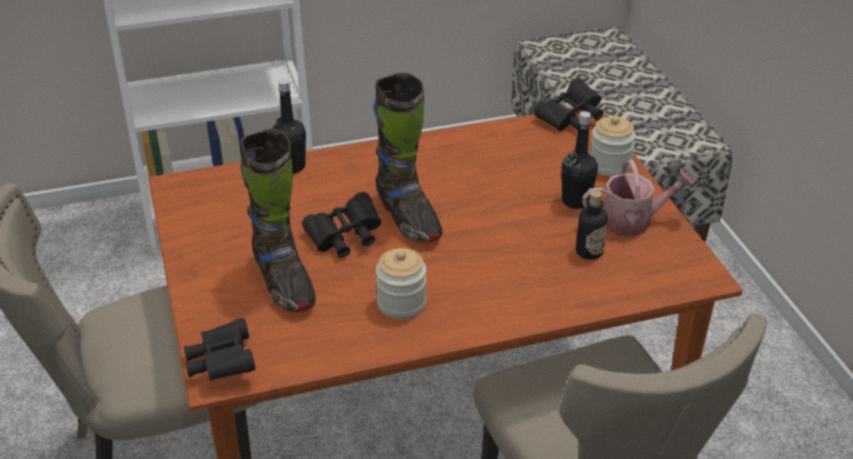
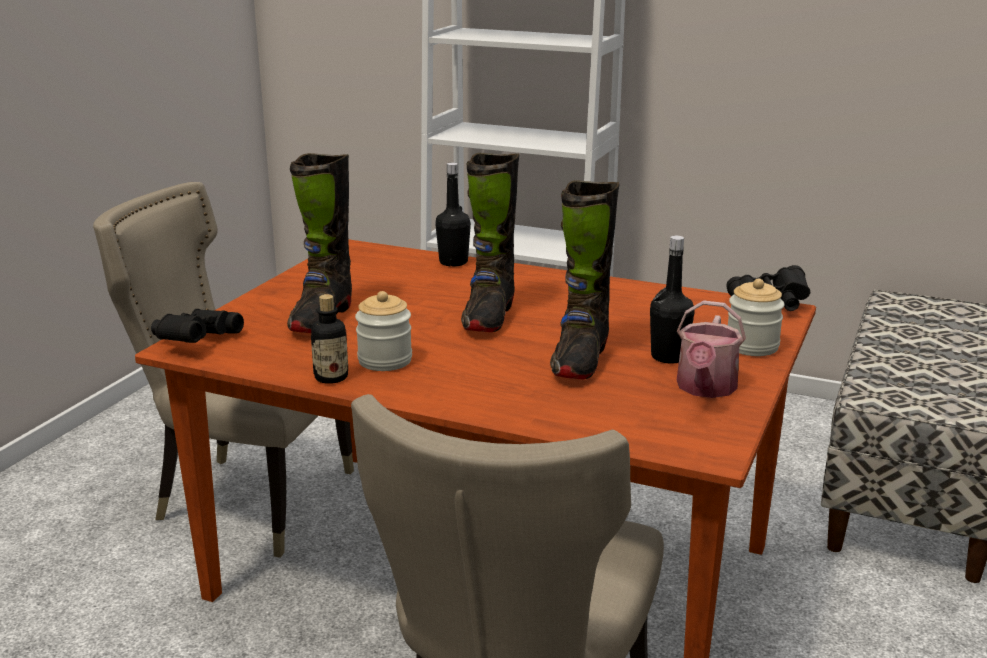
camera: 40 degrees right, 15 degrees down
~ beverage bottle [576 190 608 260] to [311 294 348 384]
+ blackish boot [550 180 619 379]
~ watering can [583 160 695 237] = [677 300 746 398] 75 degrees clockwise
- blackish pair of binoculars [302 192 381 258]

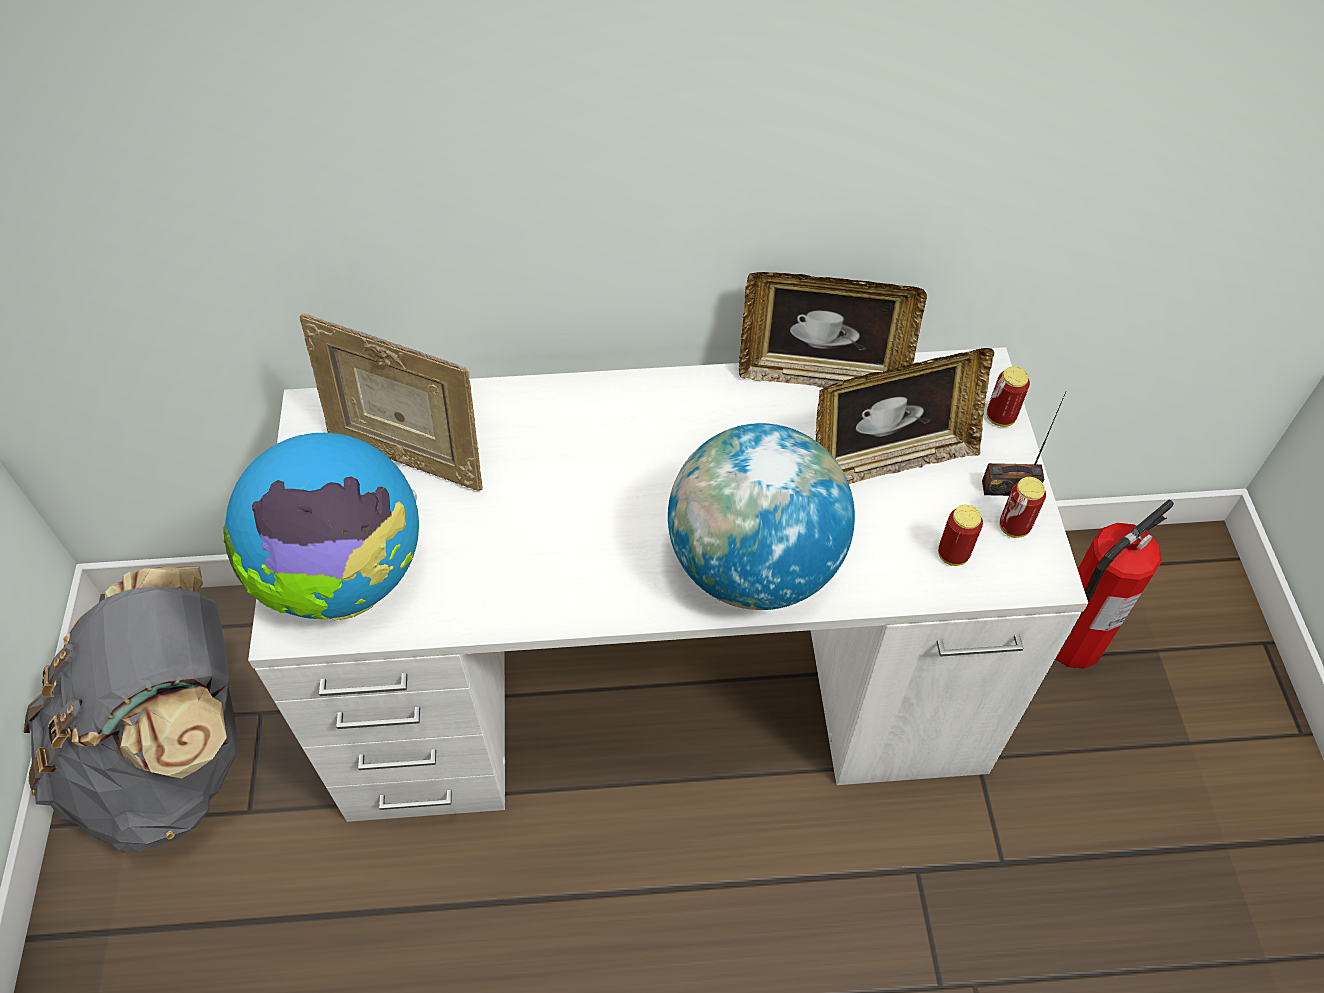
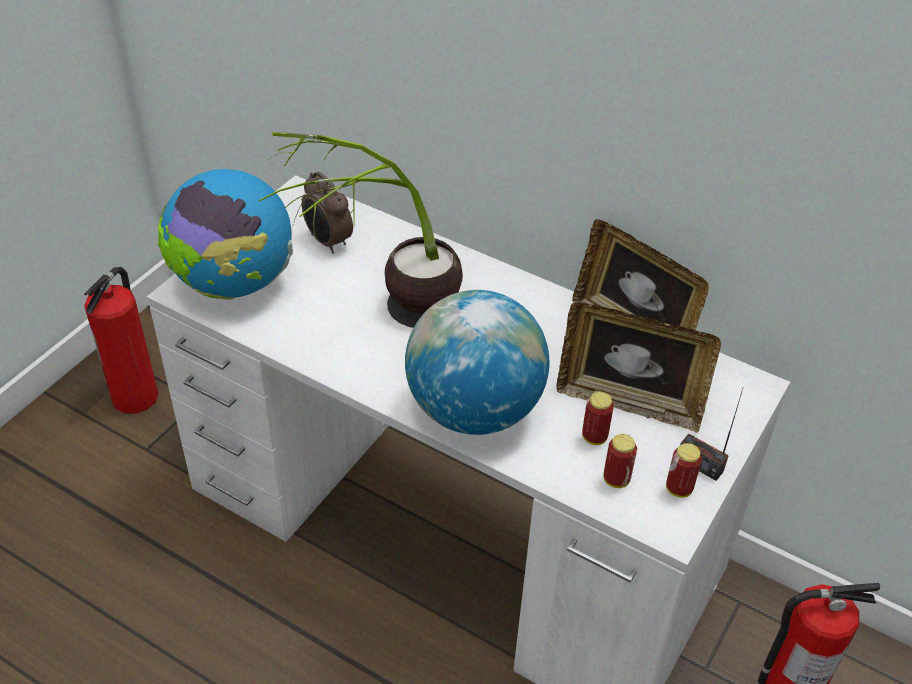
camera: 35 degrees right, 10 degrees down
~ gray rucksack [24 566 238 853] to fire extinguisher [84 267 158 414]
+ potted plant [258 132 463 328]
~ photo frame [299 314 483 491] to alarm clock [302 172 353 254]
~ sealed can [987 366 1030 427] to [582 392 614 445]

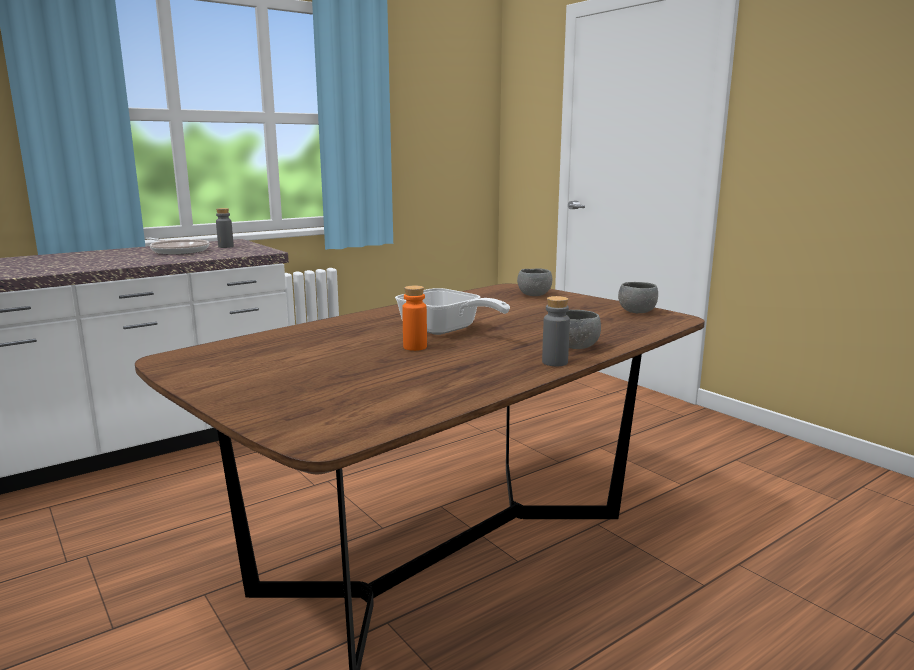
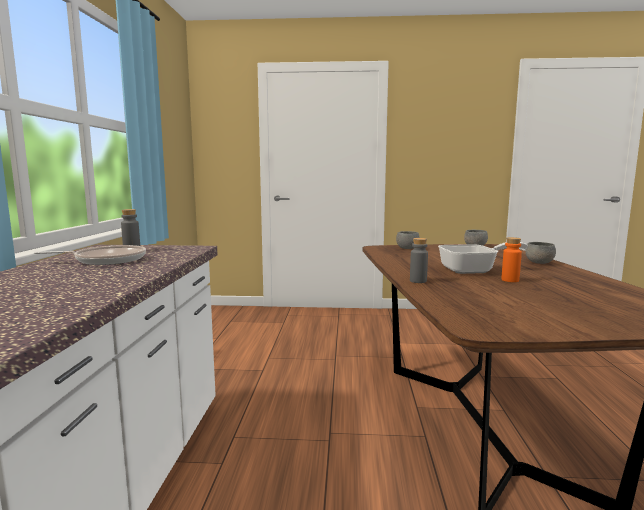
camera: 50 degrees left, 5 degrees down
~ gray beverage bottle [542 296 570 366] to [410 238 428 283]

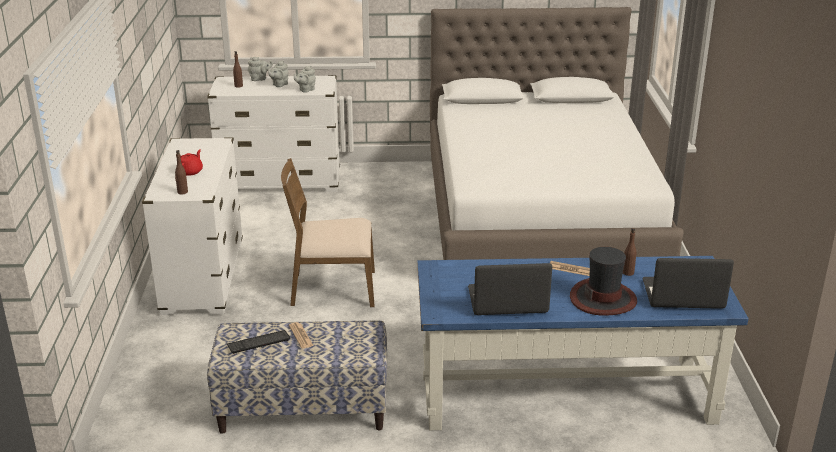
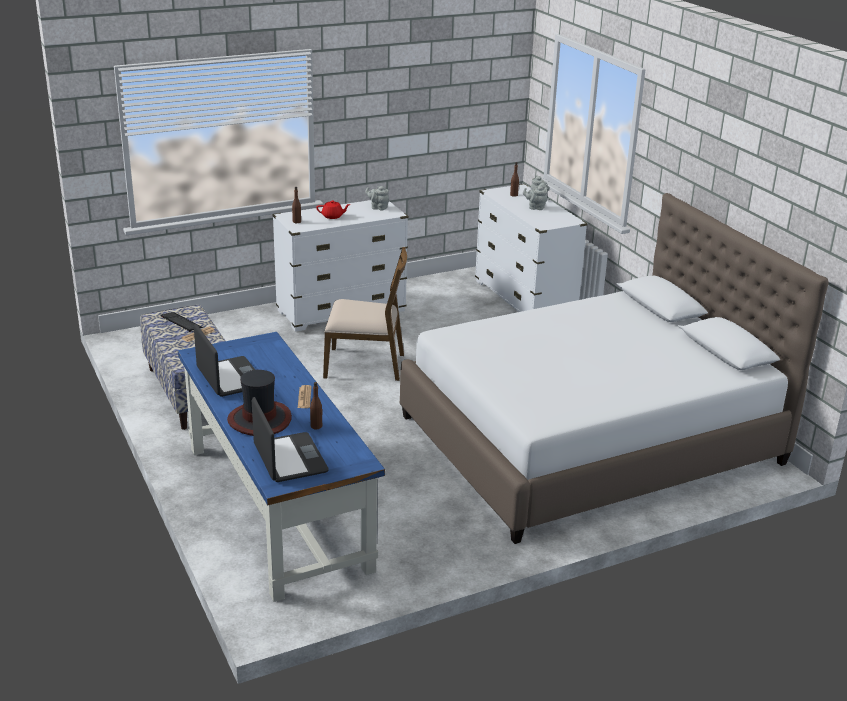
camera: 65 degrees right, 0 degrees up
~ brownish plain chair [281 158 375 307] = [323 247 407 381] 120 degrees clockwise
~ gray teapot [294 66 316 93] to [365 186 389 211]

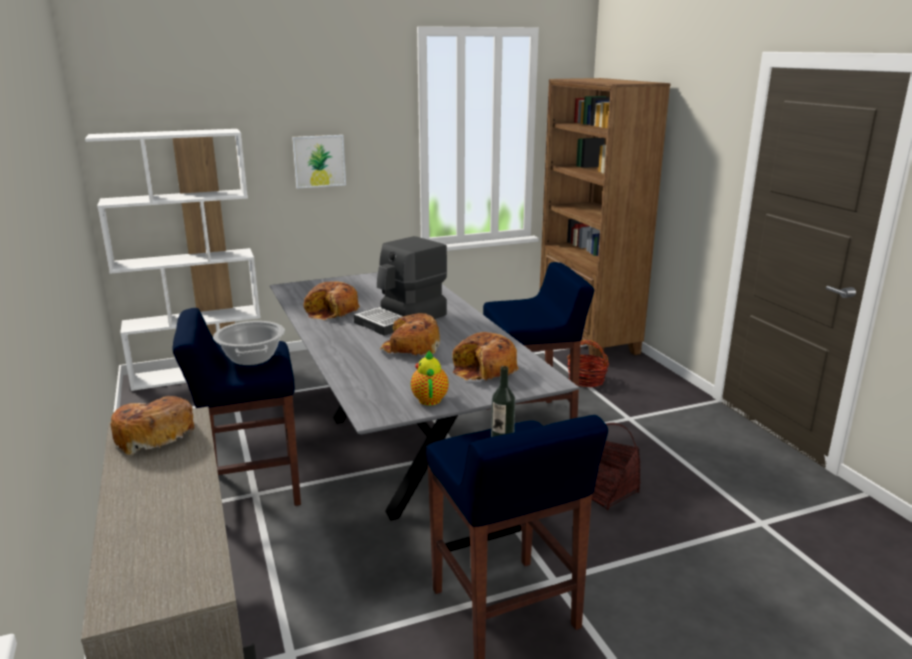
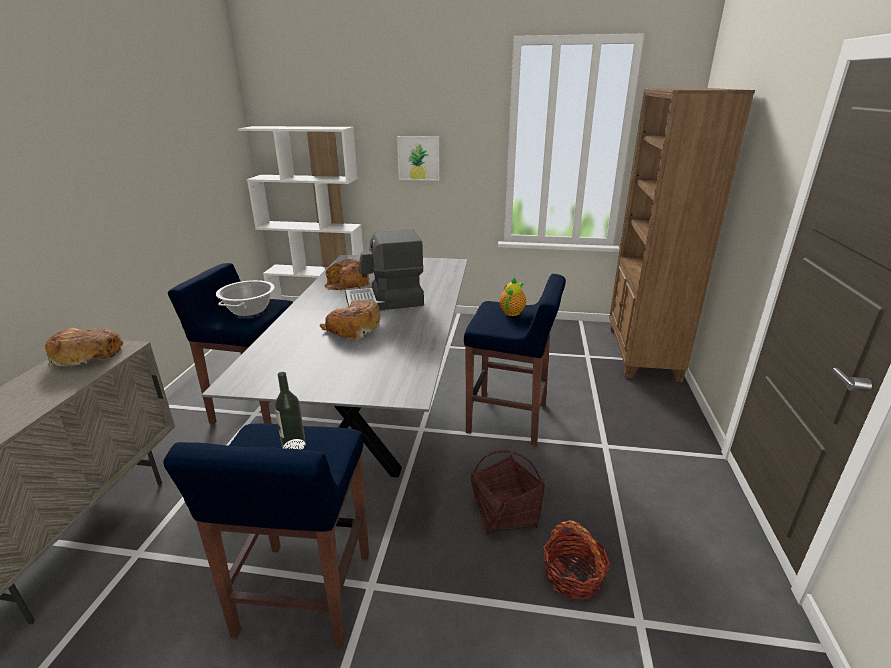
camera: 30 degrees right, 5 degrees up
~ teapot [411 350 449 406] to [499 277 526 316]
~ basket [567 340 609 387] to [543 520 610 599]
- bakery bread [453 332 519 380]

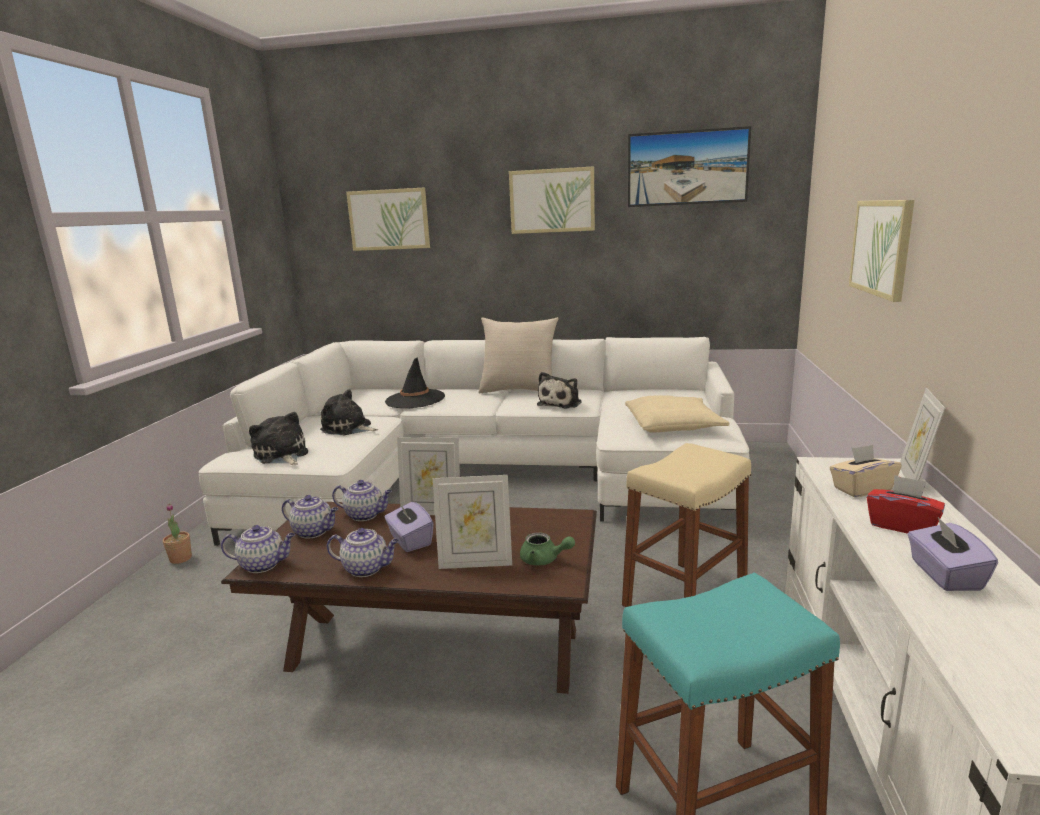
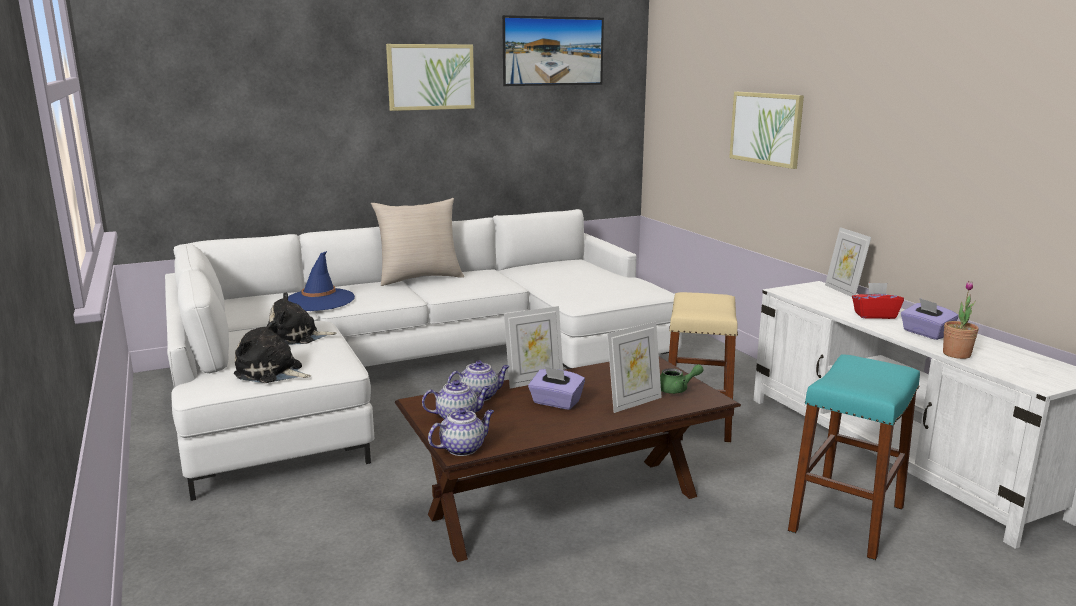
camera: 35 degrees left, 0 degrees up
~ blackish wearable hat [385 357 445 408] to blue-coloured wearable hat [288 251 355 311]
~ potted plant [163 503 192 564] to [943 281 979 359]
- teapot [327 528 399 577]
- picture [346 188 430 251]
- cuddly toy [537 372 582 409]
- beige pillow [625 396 730 433]
- beige tissue box [830 445 902 497]

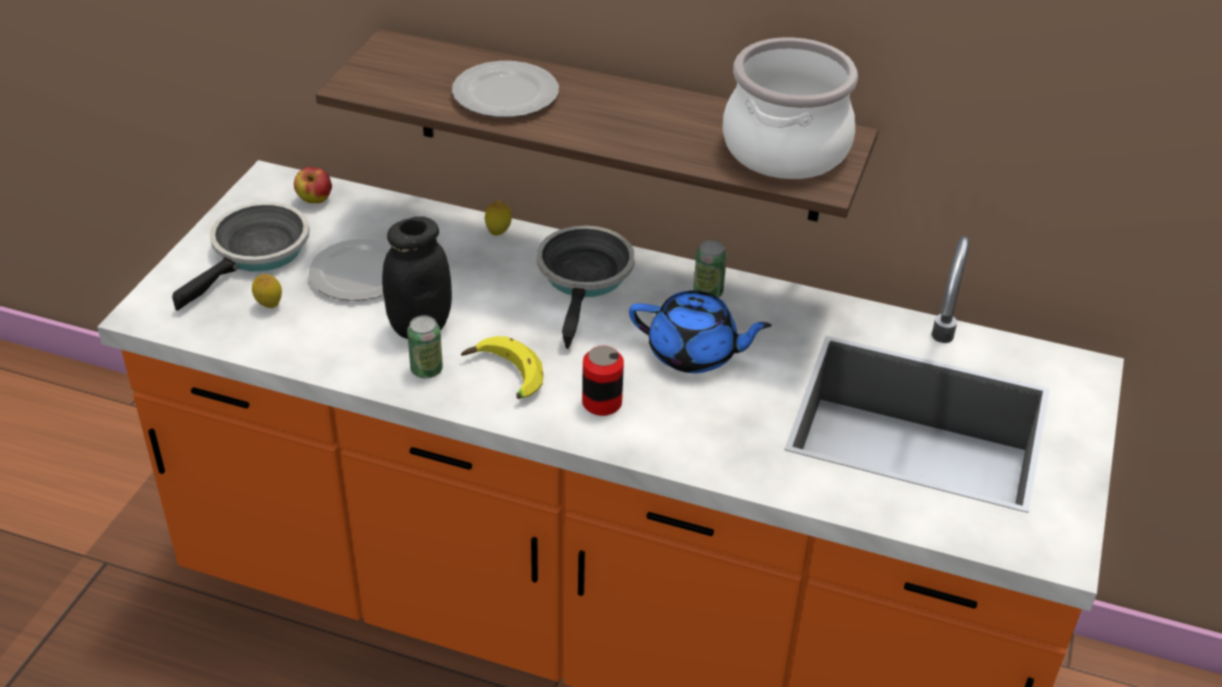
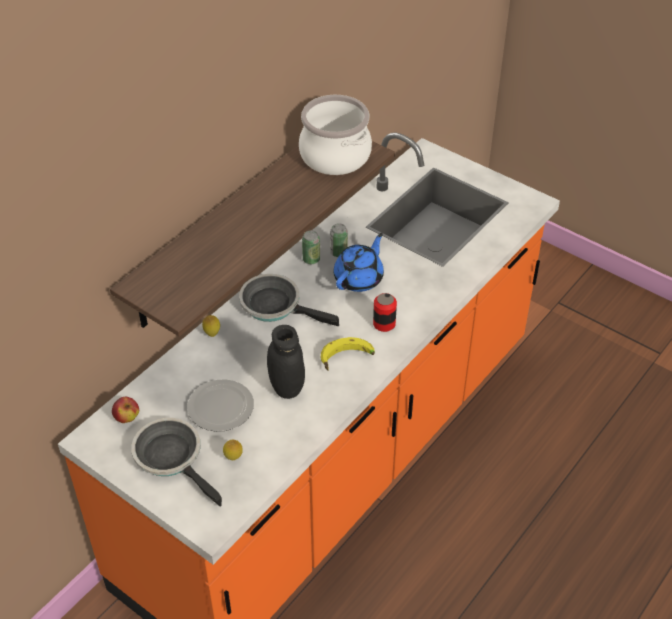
camera: 70 degrees left, 5 degrees up
~ sealed can [407 315 443 378] to [330 223 348 257]
- flat dish [452 61 559 118]

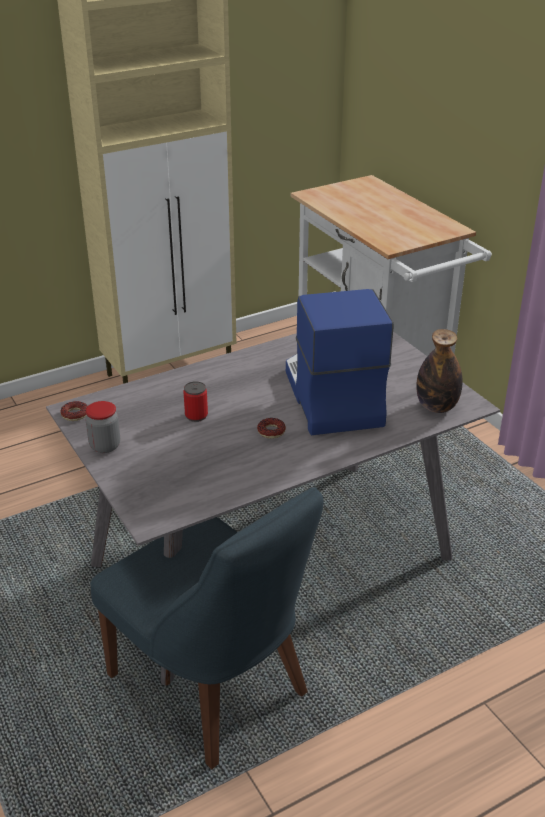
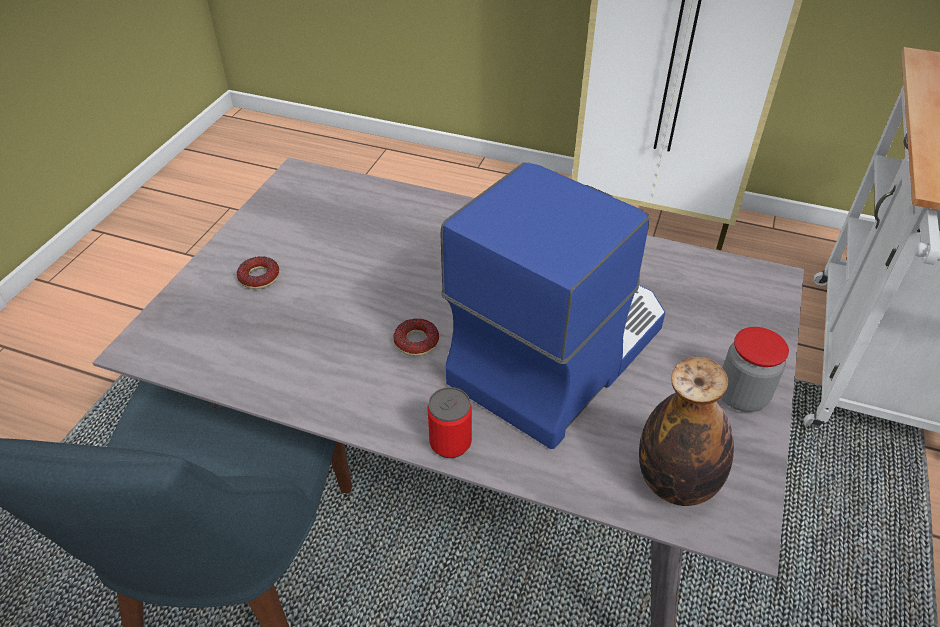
camera: 50 degrees right, 10 degrees up
~ donut [61 401 87 421] to [237 257 279 289]
~ sealed can [183 381 208 422] to [427 387 472 458]
~ storage jar [85 401 120 453] to [721 327 789 412]

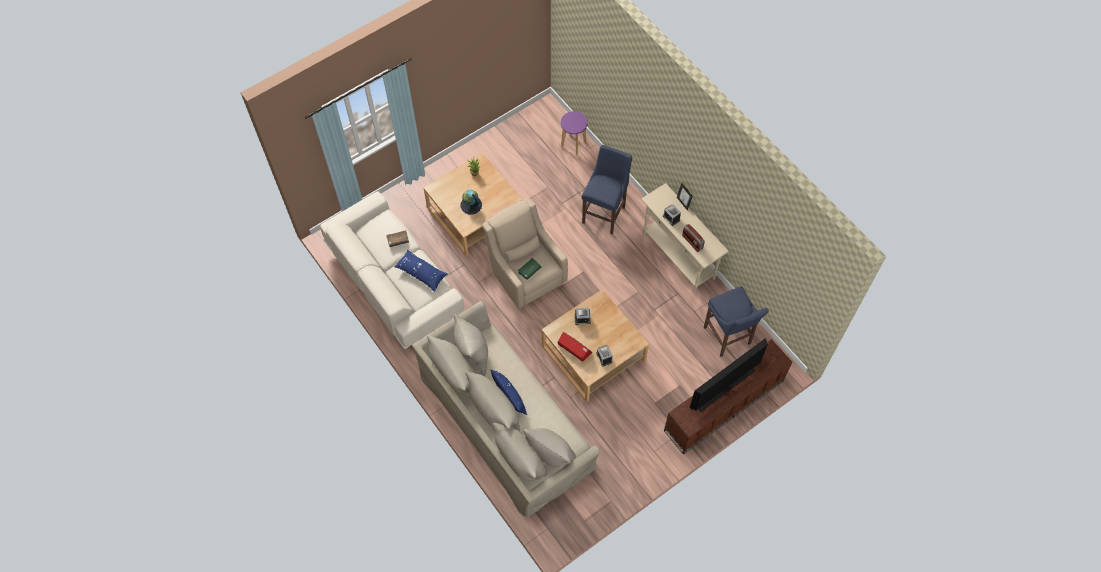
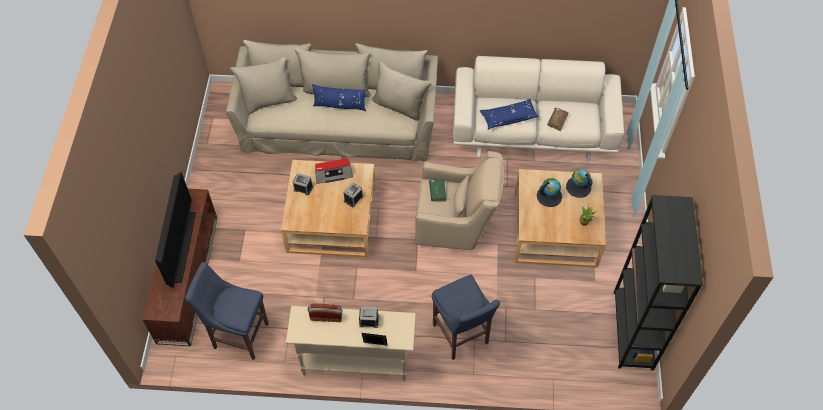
camera: 130 degrees right, 5 degrees down
+ globe [566 169 593 198]
+ blackish bookshelf [614 195 703 370]
- purplish stool seat [561 111 588 155]

